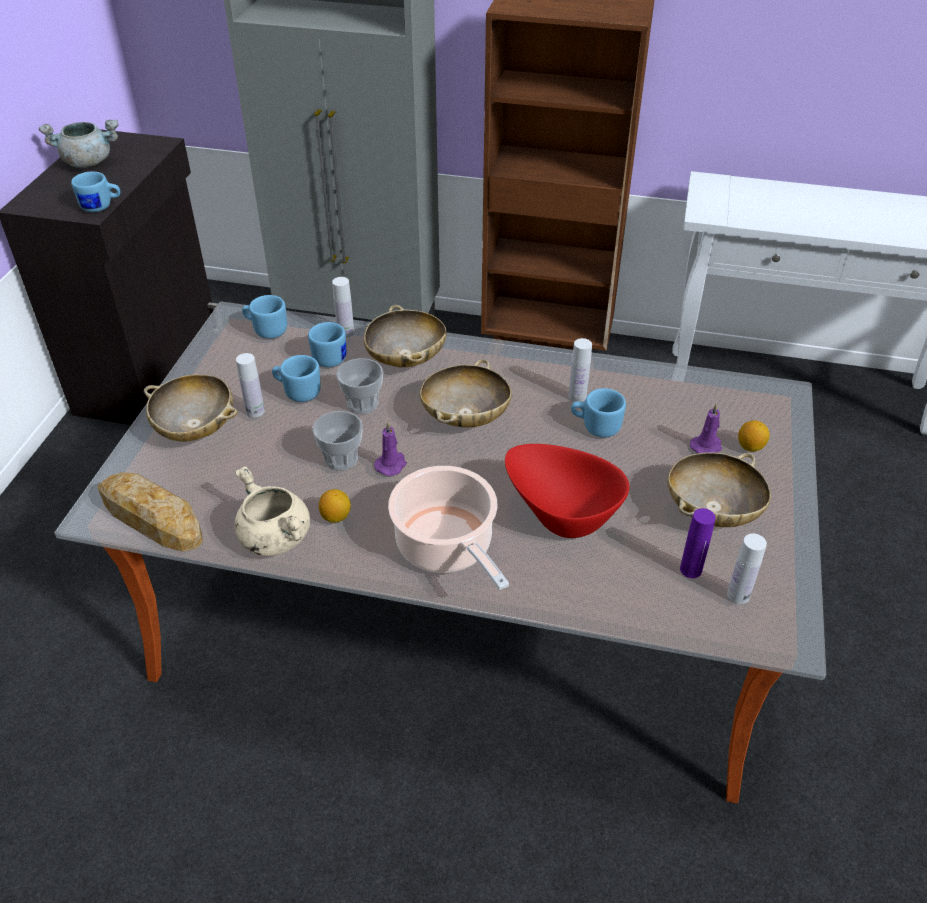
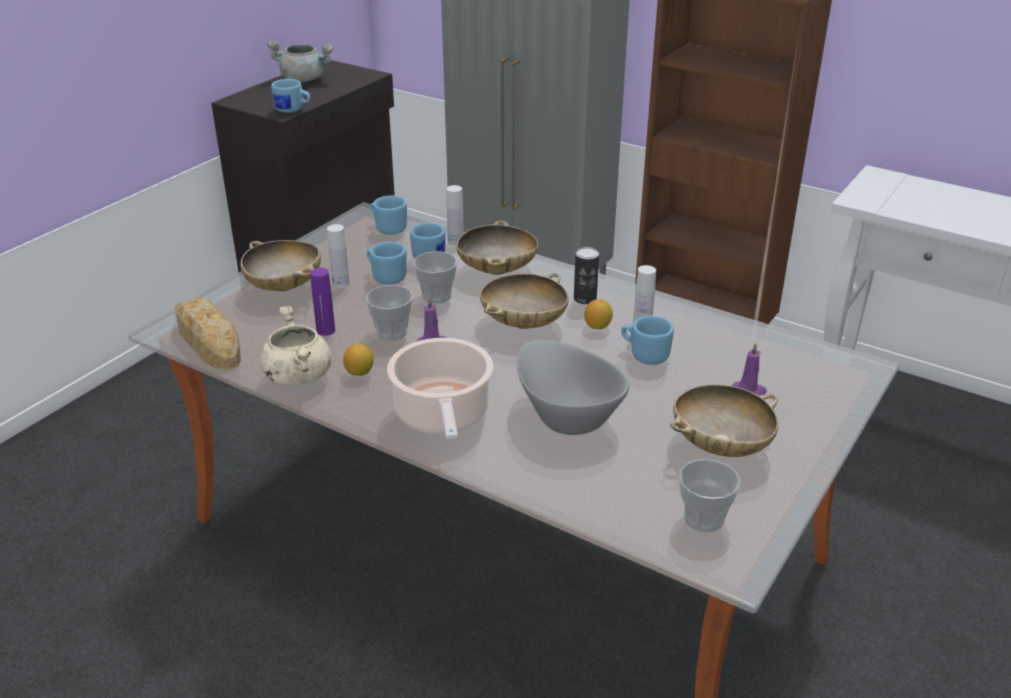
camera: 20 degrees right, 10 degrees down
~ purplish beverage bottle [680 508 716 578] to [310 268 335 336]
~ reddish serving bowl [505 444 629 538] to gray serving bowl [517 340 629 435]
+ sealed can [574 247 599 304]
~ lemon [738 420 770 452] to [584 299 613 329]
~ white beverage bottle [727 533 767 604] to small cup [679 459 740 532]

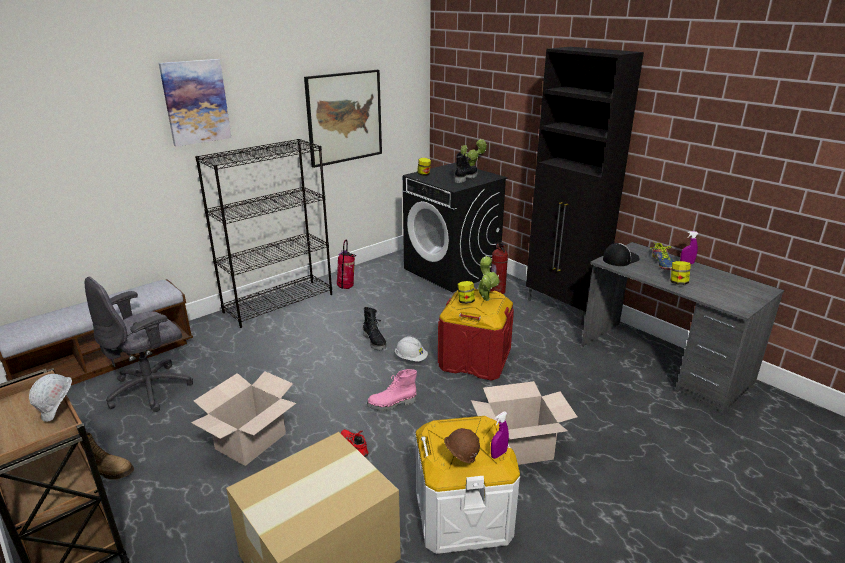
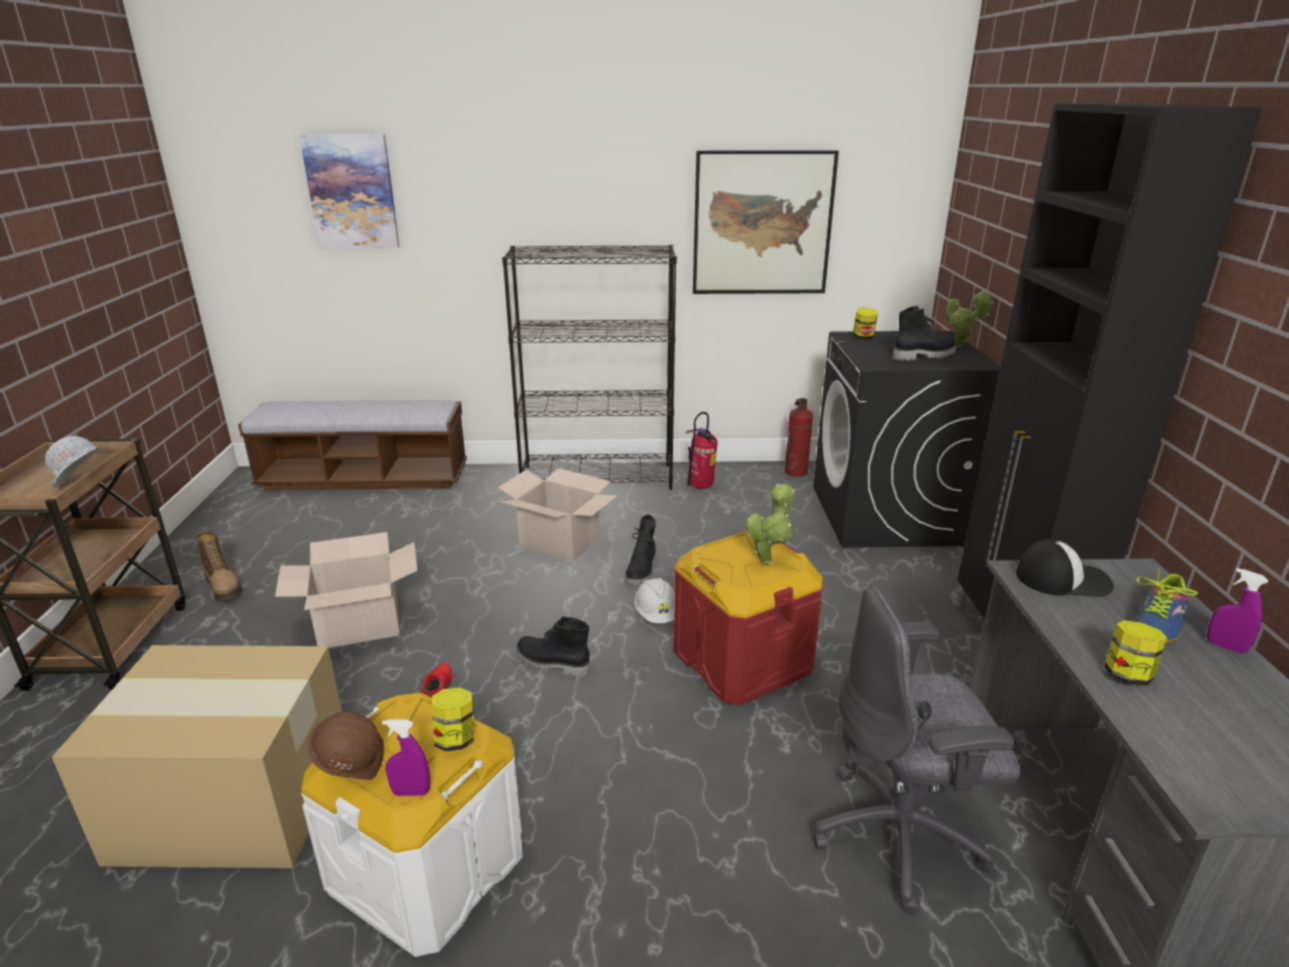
camera: 40 degrees right, 0 degrees up
~ picture [159 59 231 147] to [299 134 400 248]
~ storage jar [458 281 475 304] to [432 687 474 751]
~ packing box [471 381 577 465] to [498 468 617 562]
~ pinkish boot [367 369 417 411] to blackish boot [516 617 590 677]
~ fire extinguisher [490 242 508 294] to [785 398 813 477]
~ gray computer chair [85 276 193 412] to [813 586 1021 914]

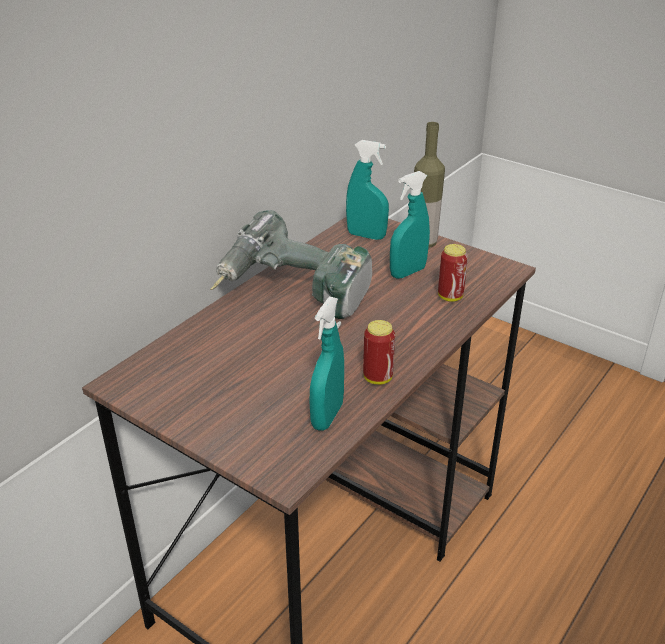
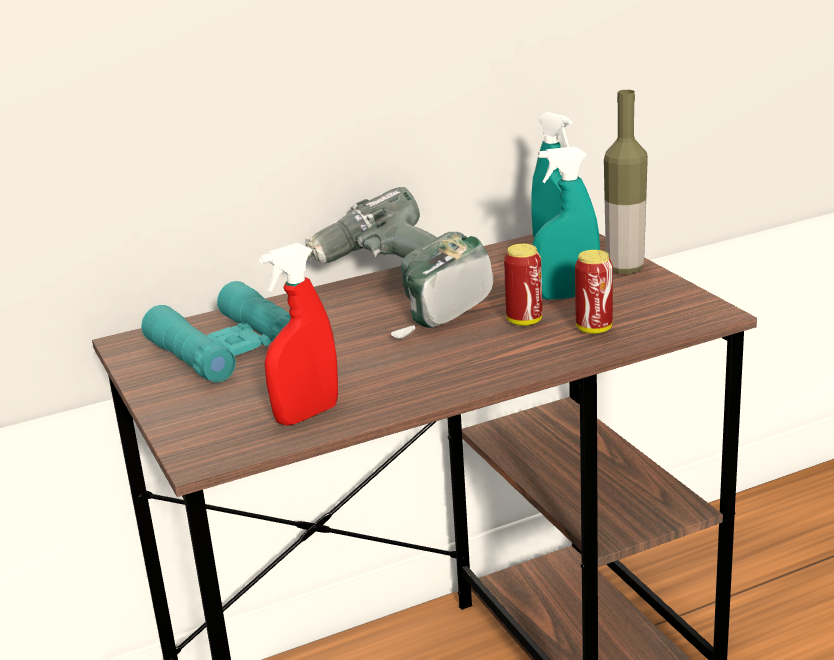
camera: 30 degrees right, 10 degrees down
+ turquoise pair of binoculars [141 281 291 383]
~ turquoise hand sprayer [310 297 344 431] to reddish hand sprayer [259 243 338 426]
~ sealed can [363 320 395 385] to [504 244 542 326]

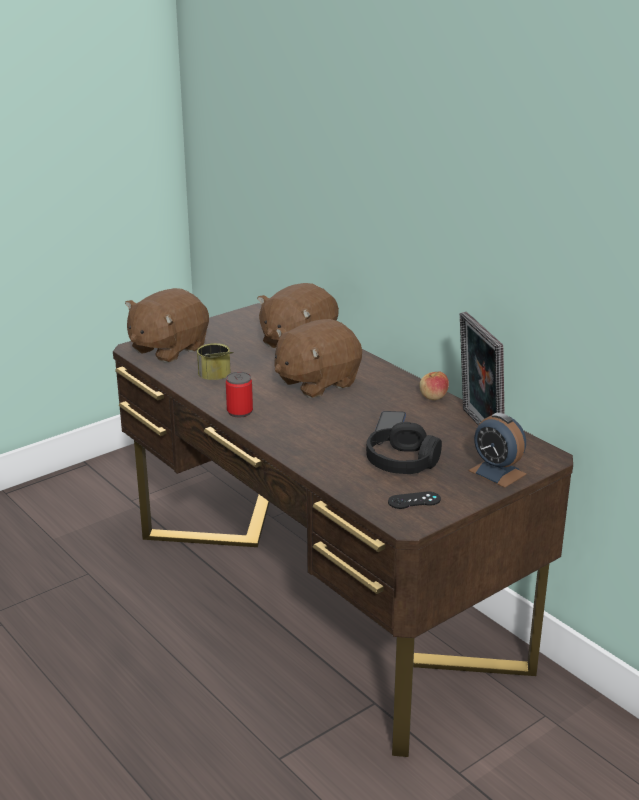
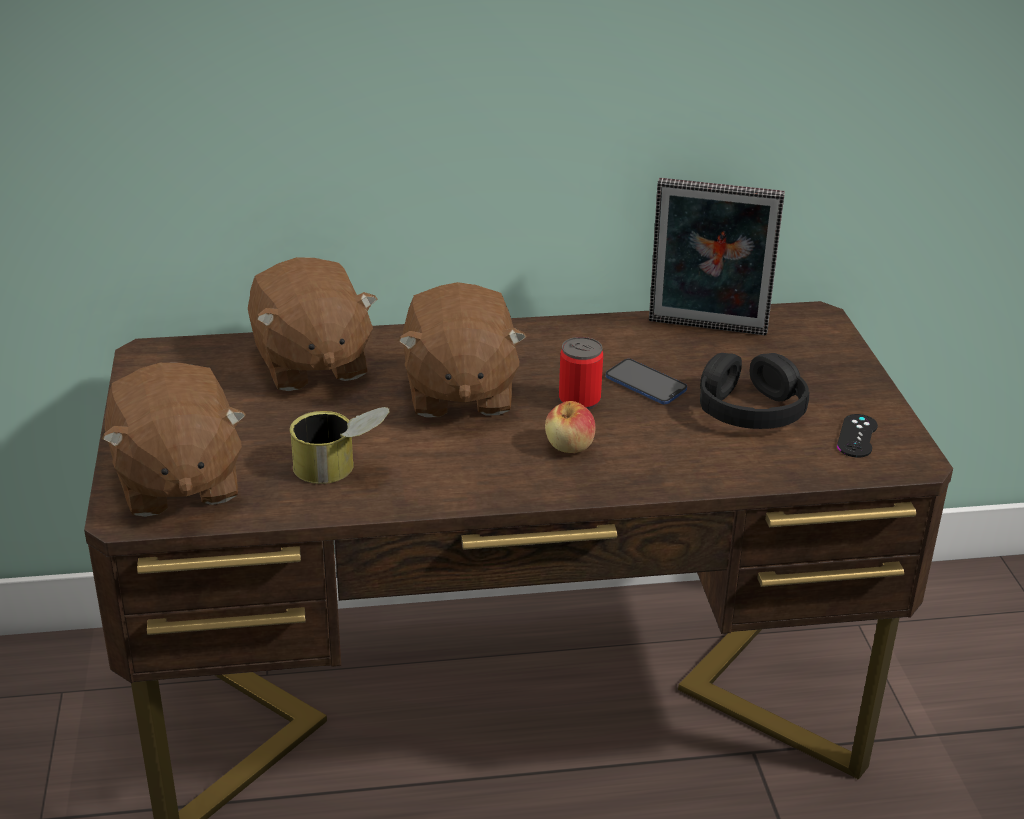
camera: 60 degrees left, 5 degrees up
~ apple [419 372 449 400] to [545 401 595 453]
~ sealed can [226 372 253 418] to [559 337 603 410]
- alarm clock [468 413 527 488]

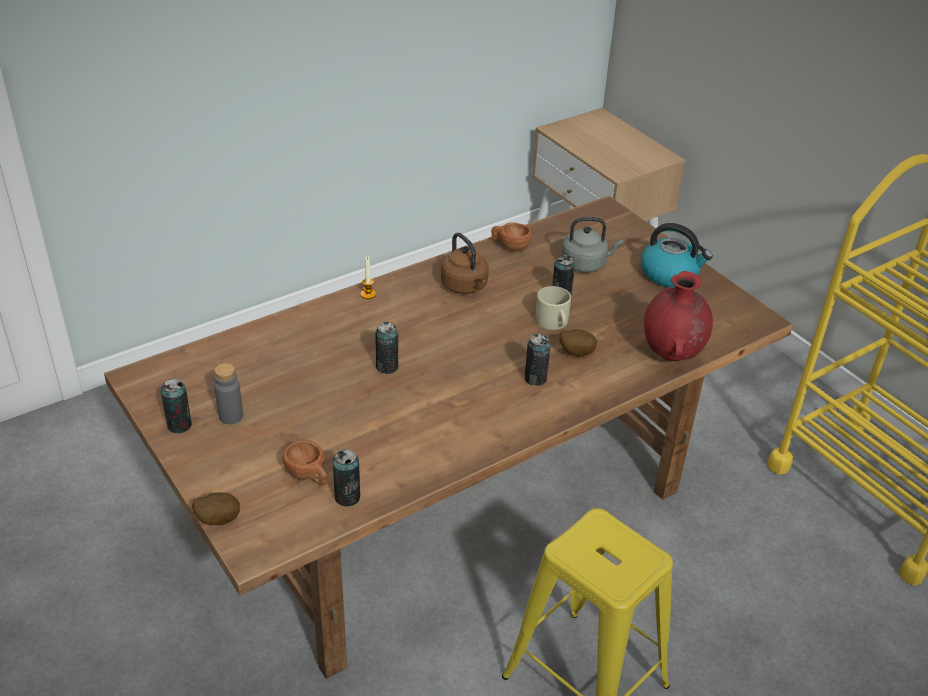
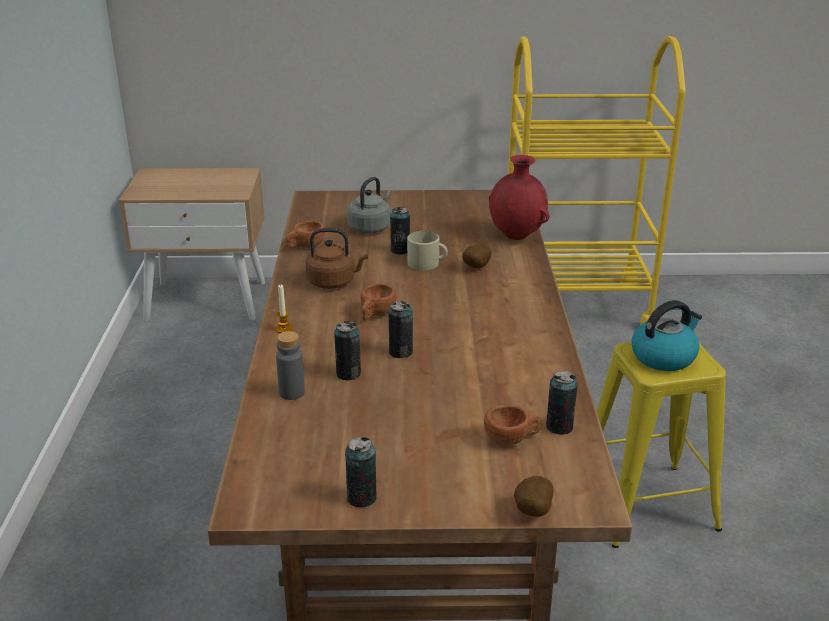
camera: 55 degrees left, 10 degrees down
~ gray beverage bottle [214 363 243 424] to [276 331 305 400]
~ sealed can [525 333 551 386] to [334 321 361 380]
+ brownish small cup [360 284 397 320]
~ kettle [641 223 713 287] to [631 300 702 371]

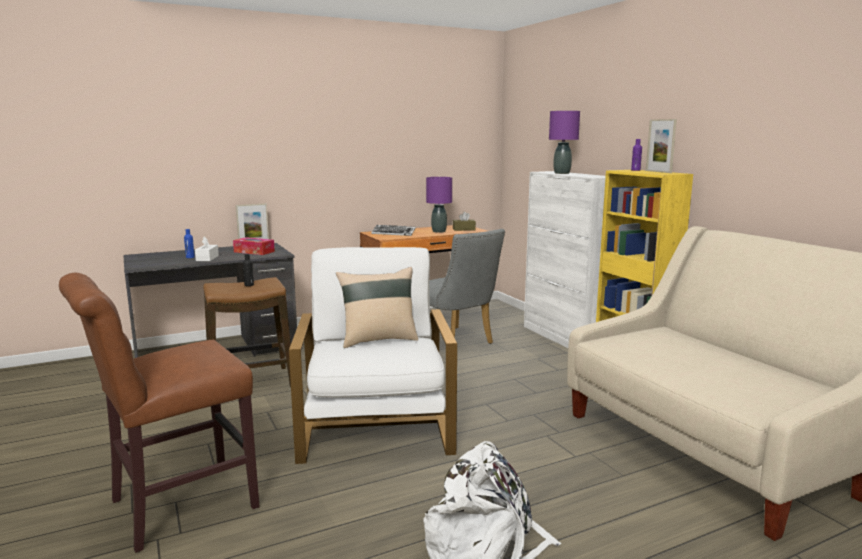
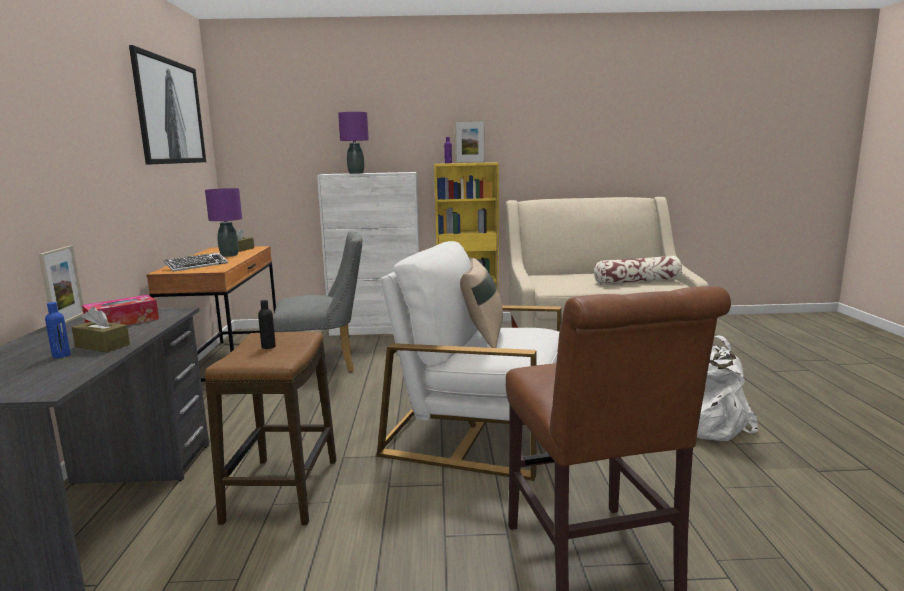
camera: 65 degrees left, 0 degrees up
~ white tissue box [195 236 219 261] to brownish tissue box [71 307 130 352]
+ picture [129 45 206 165]
+ pillow [594 256 682 285]

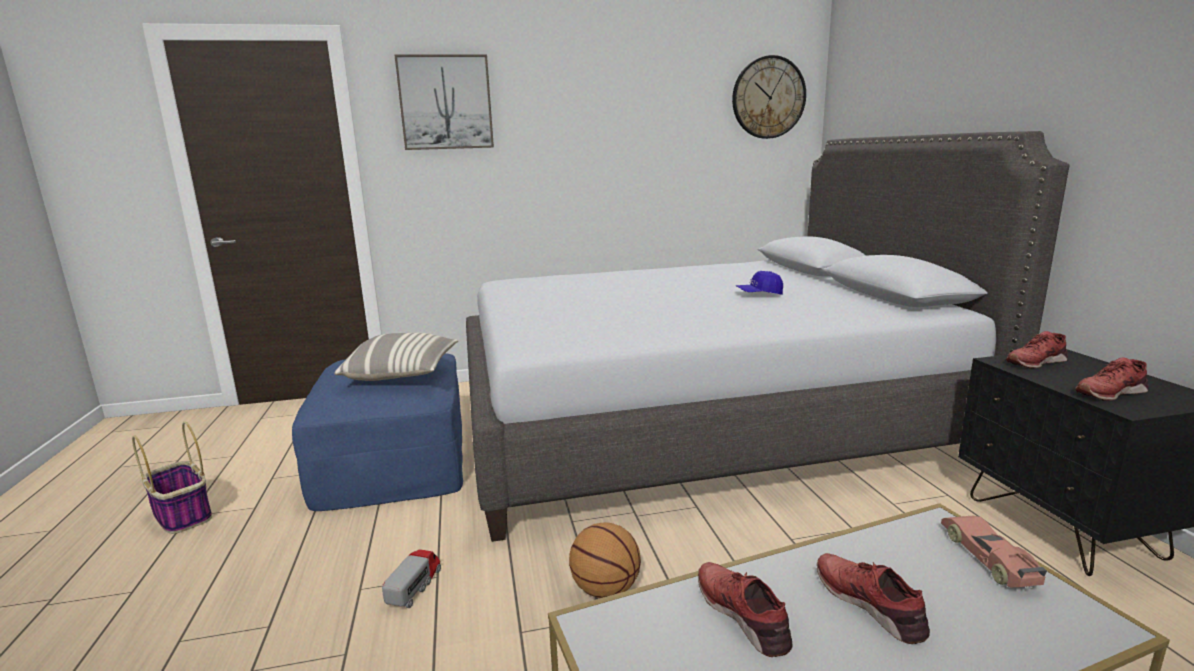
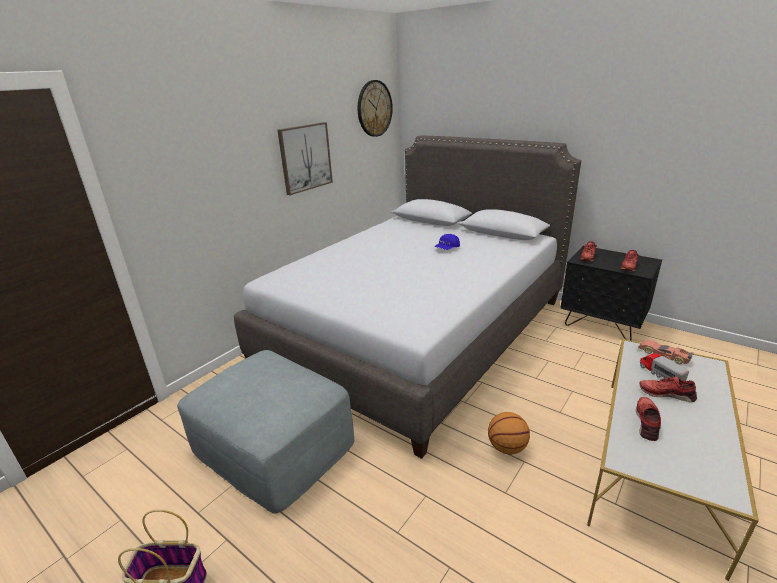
camera: 40 degrees left, 10 degrees up
~ blue-coloured pouffe [292 353 463 511] to gray pouffe [177 350 354 513]
~ picture [395 55 494 150] to [277 122 333 195]
~ reddish low shoe [698 562 792 657] = [636 397 661 441] 90 degrees clockwise
~ model truck [382 549 441 608] to [640 353 689 381]
- pillow [334 333 458 381]

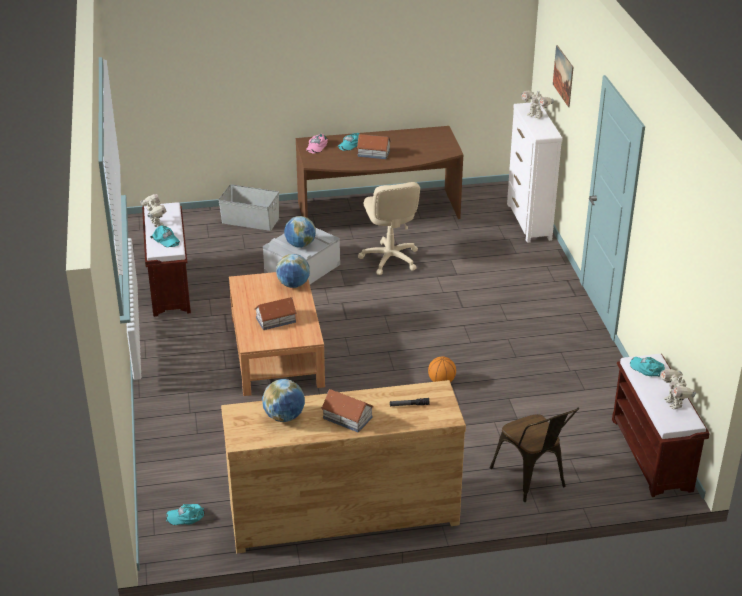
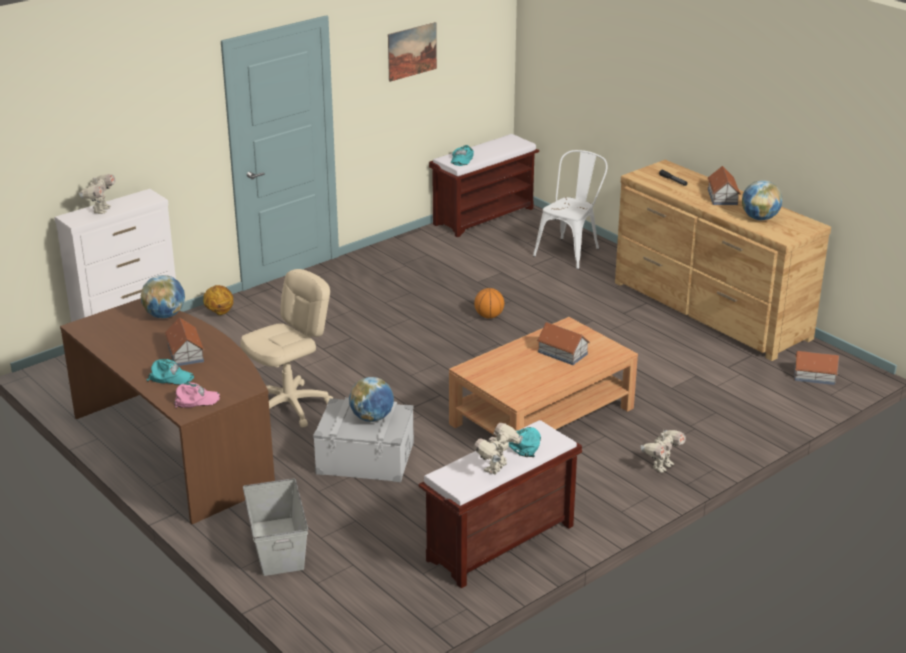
camera: 120 degrees left, 5 degrees down
~ globe [276 254 310 288] to [141 275 185 318]
+ basketball ball [203 285 233 315]
~ picture [553 45 573 107] to [388 22 437 82]
~ brownish plain chair [490 407 579 502] to white plain chair [533 150 608 269]
~ model robot [660 369 696 409] to [641 430 686 473]
~ turquoise baseball cap [166 504 205 525] to model house [794 351 839 385]

